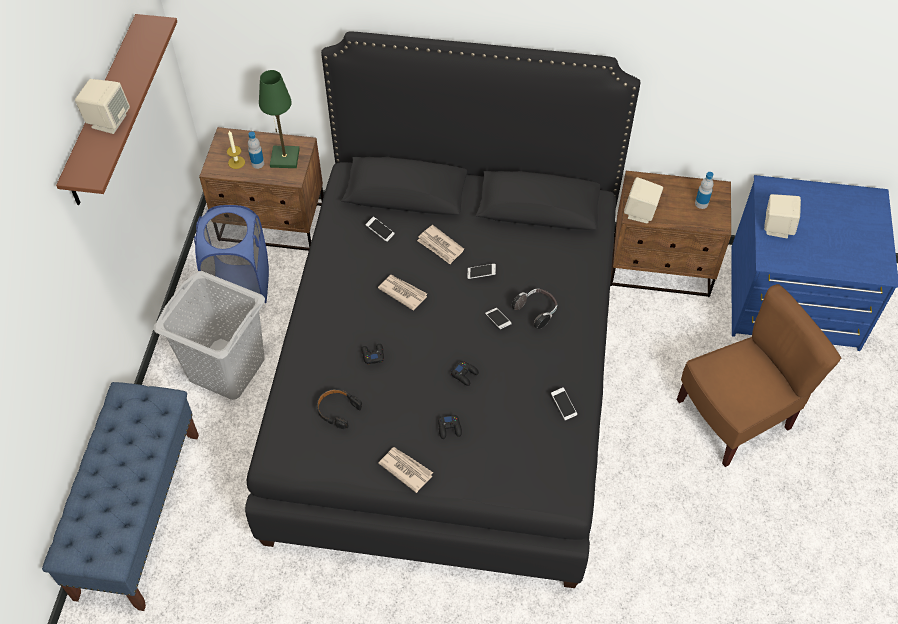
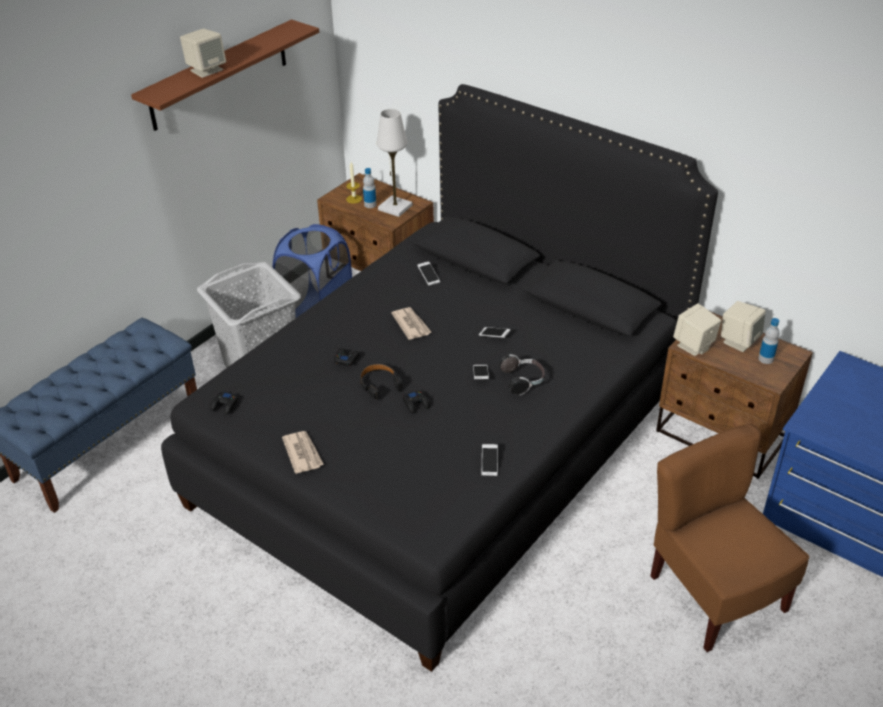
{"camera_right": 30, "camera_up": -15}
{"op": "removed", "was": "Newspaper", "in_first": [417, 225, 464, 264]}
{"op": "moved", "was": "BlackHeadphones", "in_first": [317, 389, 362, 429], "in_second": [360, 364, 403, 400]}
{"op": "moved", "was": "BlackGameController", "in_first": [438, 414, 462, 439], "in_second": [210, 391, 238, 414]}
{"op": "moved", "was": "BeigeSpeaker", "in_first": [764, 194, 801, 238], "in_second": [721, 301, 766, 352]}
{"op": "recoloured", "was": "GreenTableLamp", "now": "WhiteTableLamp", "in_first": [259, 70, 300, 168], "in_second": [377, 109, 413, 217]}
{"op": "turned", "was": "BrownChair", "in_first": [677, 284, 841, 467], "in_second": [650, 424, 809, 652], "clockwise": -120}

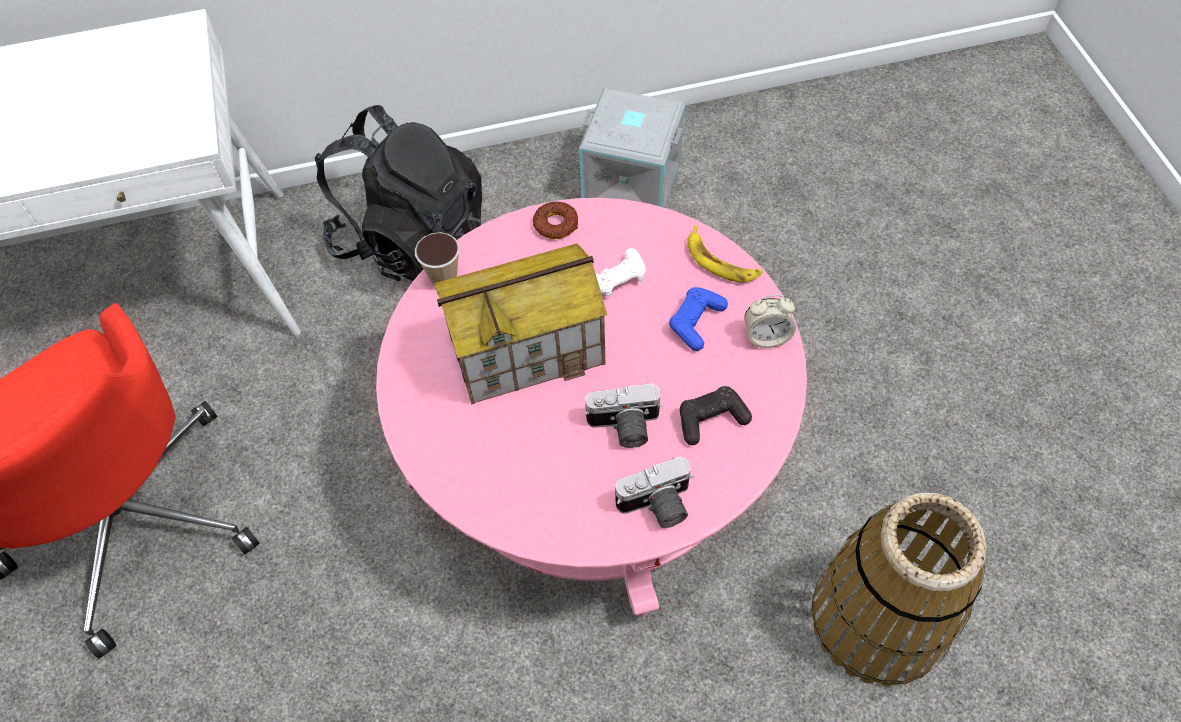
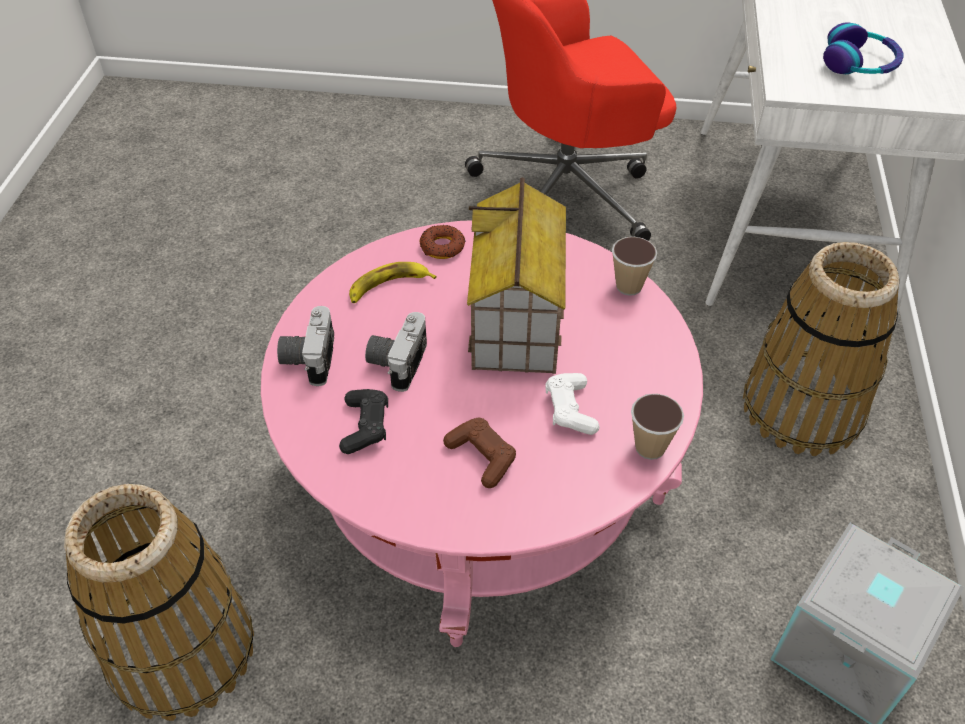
{"camera_right": 110, "camera_up": -10}
{"op": "removed", "was": "AlarmClock", "in_first": [744, 295, 796, 348]}
{"op": "added", "now": "Cup", "in_second": [631, 394, 684, 460]}
{"op": "added", "now": "Headphones", "in_second": [823, 22, 903, 74]}
{"op": "moved", "was": "Donut", "in_first": [533, 201, 578, 239], "in_second": [420, 225, 466, 259]}
{"op": "moved", "was": "Banana", "in_first": [687, 225, 763, 282], "in_second": [349, 262, 437, 303]}
{"op": "replaced", "was": "BlackBackpack", "now": "Basket", "in_first": [315, 105, 482, 281], "in_second": [743, 242, 900, 456]}
{"op": "recoloured", "was": "BlueGameController", "now": "BrownGameController", "in_first": [669, 287, 728, 351], "in_second": [443, 418, 516, 488]}

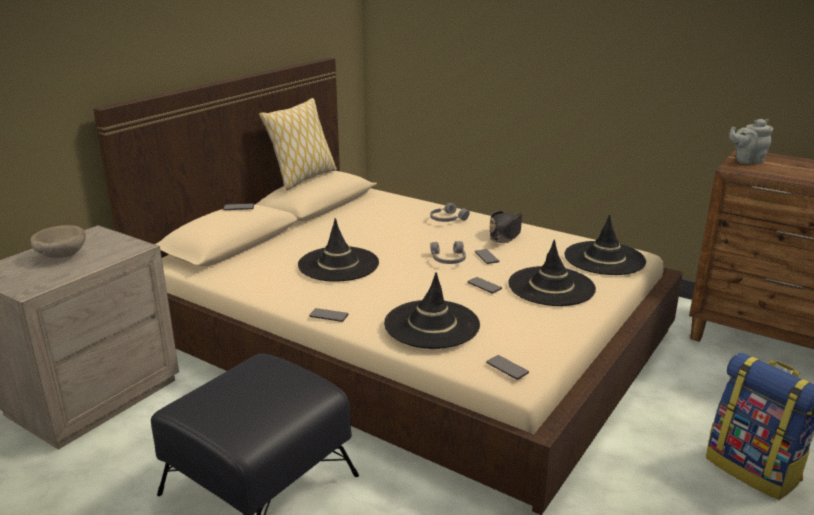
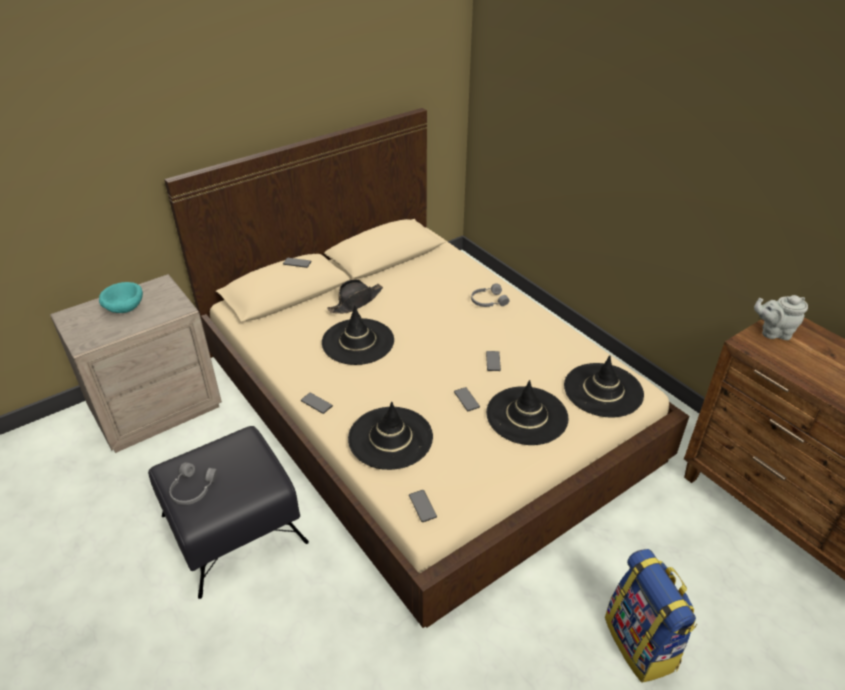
{"camera_right": 20, "camera_up": 15}
{"op": "removed", "was": "Pillow", "in_first": [259, 98, 337, 190]}
{"op": "moved", "was": "GreyHeadphones", "in_first": [430, 241, 466, 264], "in_second": [169, 462, 217, 505]}
{"op": "moved", "was": "BlackHat", "in_first": [489, 211, 523, 243], "in_second": [327, 279, 383, 314]}
{"op": "recoloured", "was": "BeigeBowl", "now": "TurquoiseBowl", "in_first": [30, 225, 86, 258], "in_second": [99, 282, 143, 313]}

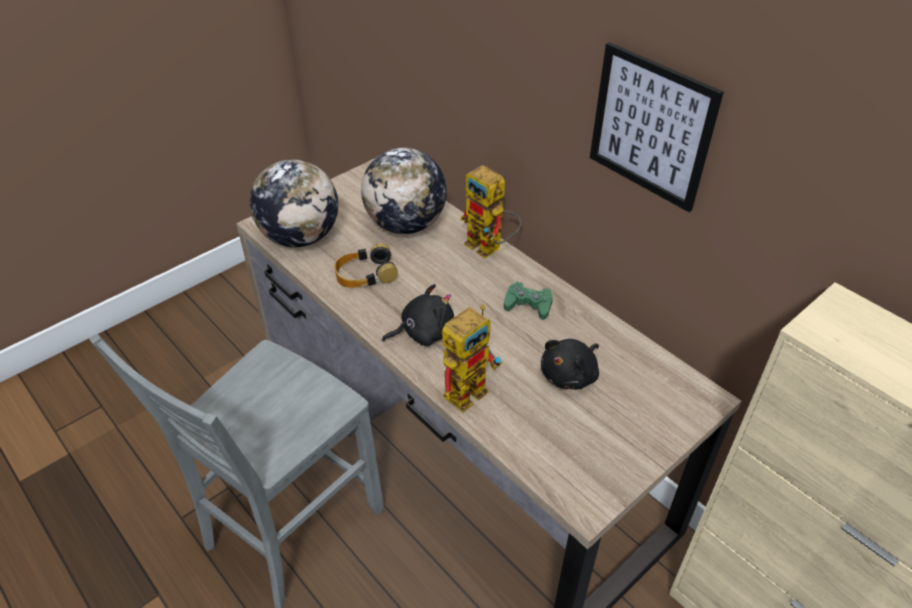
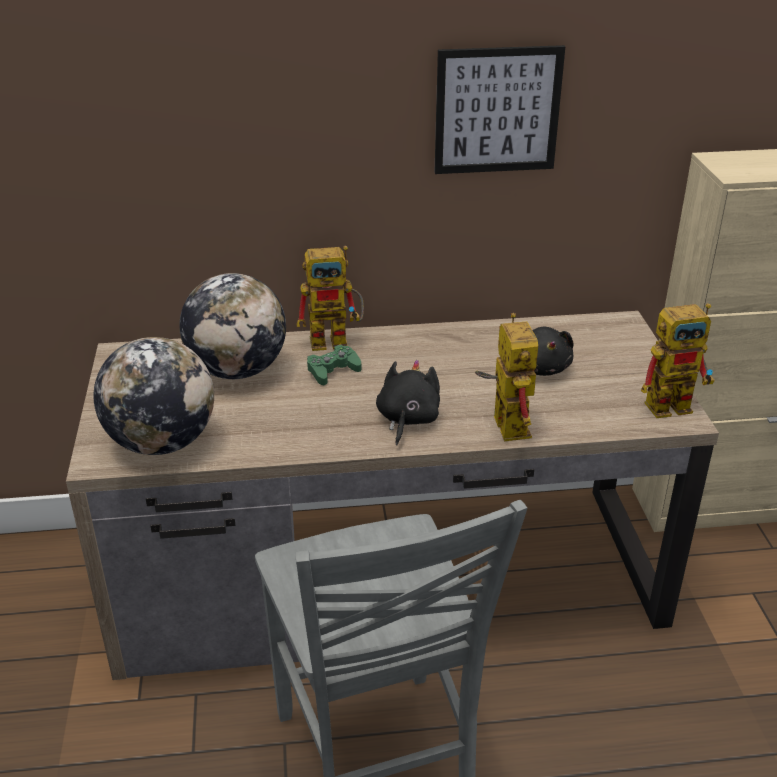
{"camera_right": -55, "camera_up": -10}
{"op": "removed", "was": "Headphones", "in_first": [334, 243, 398, 288]}
{"op": "added", "now": "ToyRobot", "in_second": [641, 303, 715, 418]}
{"op": "moved", "was": "GreenGameController", "in_first": [504, 282, 553, 320], "in_second": [307, 345, 361, 385]}

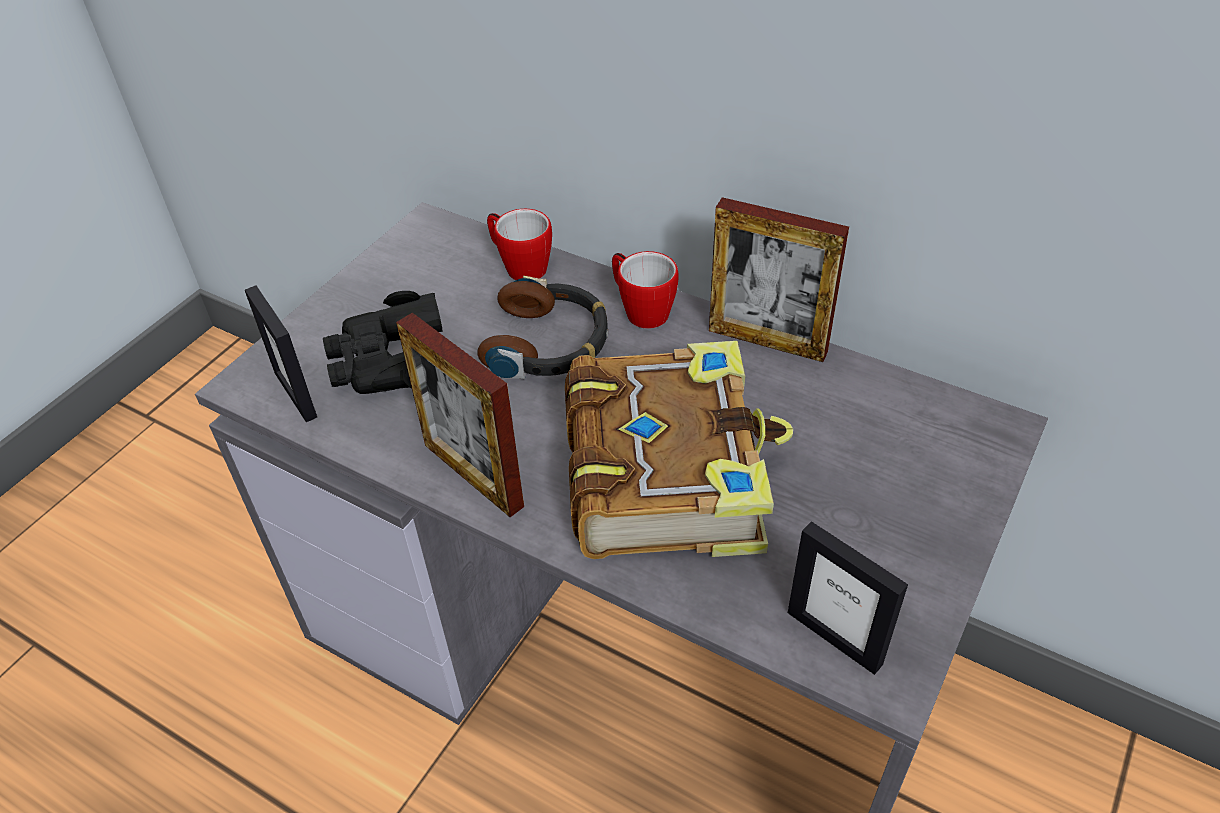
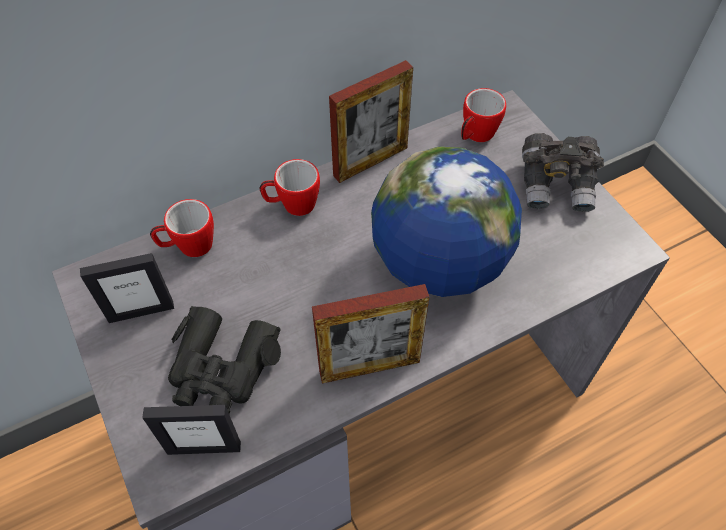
{"camera_right": -60, "camera_up": 10}
{"op": "removed", "was": "Headphones", "in_first": [477, 276, 608, 380]}
{"op": "added", "now": "Mug", "in_second": [461, 88, 506, 142]}
{"op": "added", "now": "GreyBinoculars", "in_second": [522, 133, 604, 212]}
{"op": "moved", "was": "PictureFrame", "in_first": [788, 521, 908, 675], "in_second": [80, 253, 174, 323]}
{"op": "replaced", "was": "Book", "now": "Globe", "in_first": [565, 341, 793, 559], "in_second": [371, 146, 522, 297]}

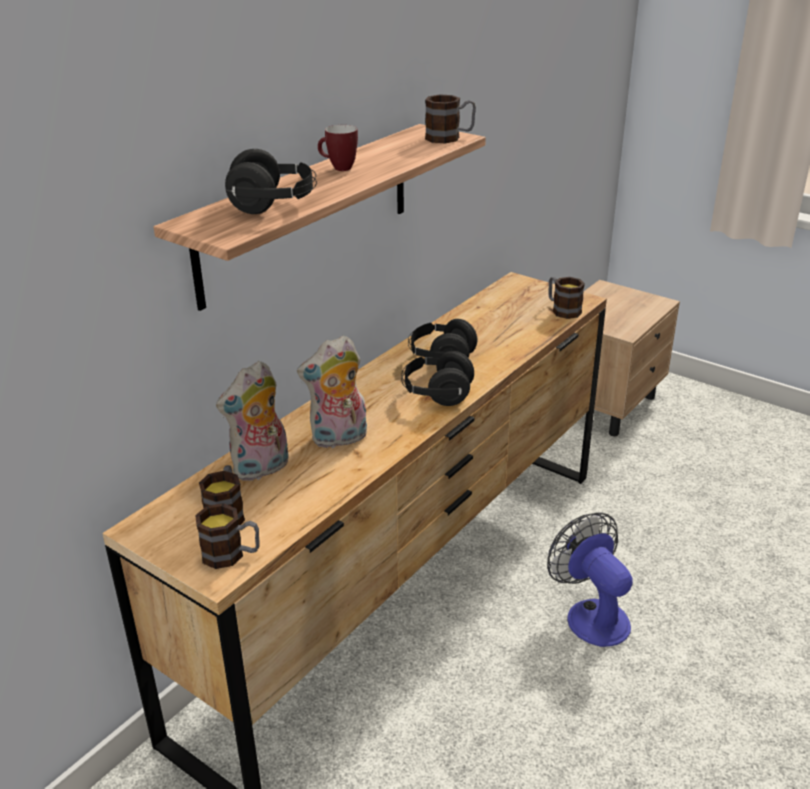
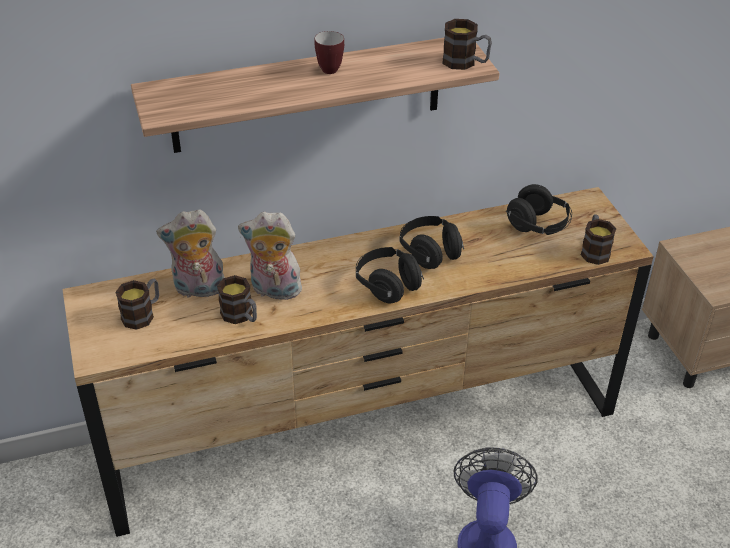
{"camera_right": 35, "camera_up": 10}
{"op": "moved", "was": "Mug", "in_first": [195, 503, 260, 569], "in_second": [217, 275, 257, 324]}
{"op": "moved", "was": "BlackHeadphones", "in_first": [225, 149, 317, 214], "in_second": [506, 184, 572, 235]}

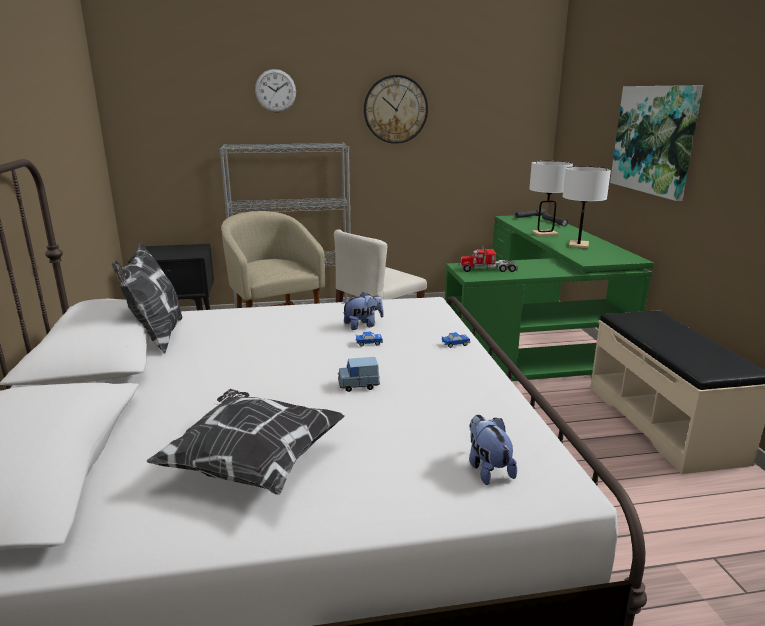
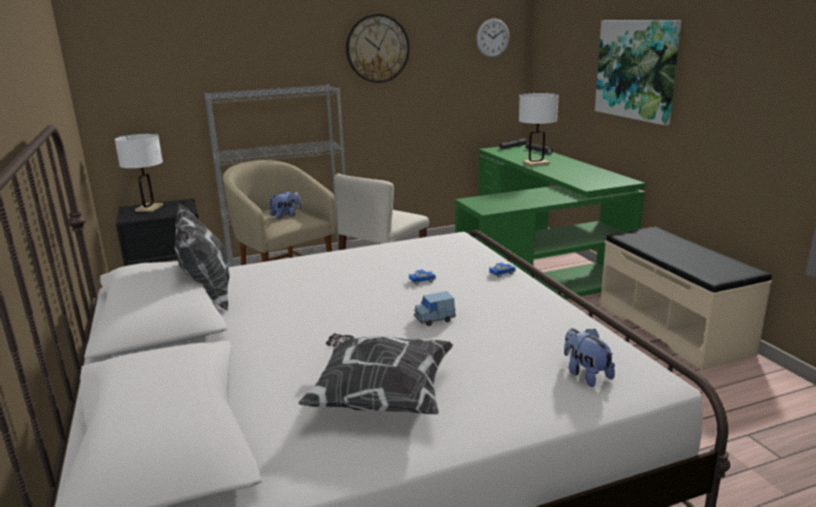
{"camera_right": -10, "camera_up": 0}
{"op": "removed", "was": "ToyTruck", "in_first": [460, 246, 518, 272]}
{"op": "moved", "was": "WallClock", "in_first": [255, 69, 296, 112], "in_second": [476, 18, 510, 57]}
{"op": "moved", "was": "PlushToy", "in_first": [342, 292, 384, 330], "in_second": [269, 190, 302, 219]}
{"op": "moved", "was": "WhiteTableLamp", "in_first": [562, 166, 611, 249], "in_second": [114, 133, 163, 212]}

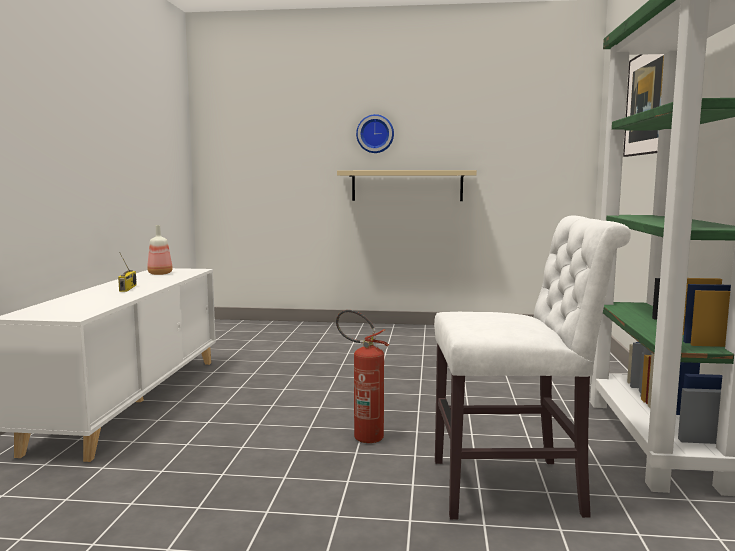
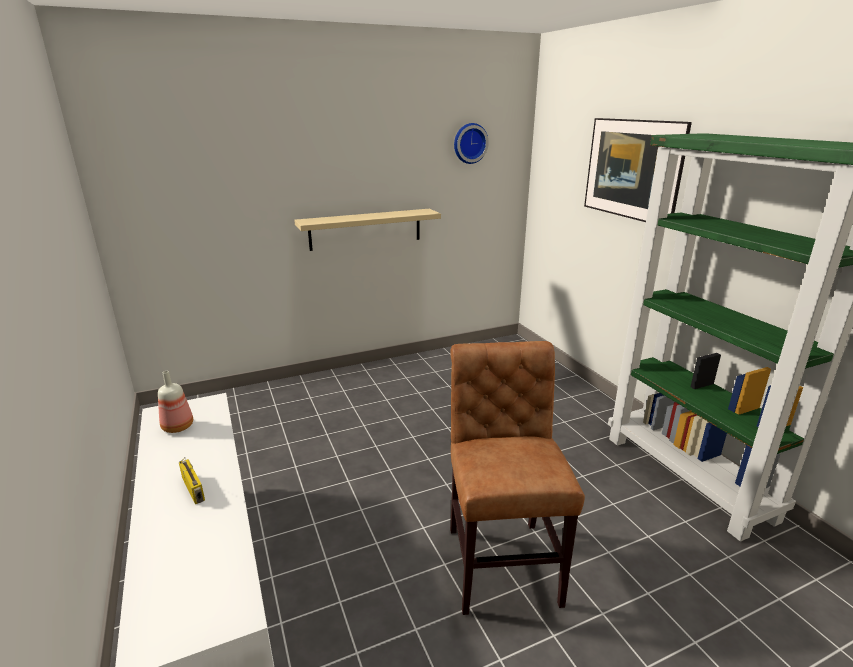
{"camera_right": -30, "camera_up": 15}
{"op": "removed", "was": "WhiteChair", "in_first": [434, 215, 631, 520]}
{"op": "moved", "was": "WallClock", "in_first": [356, 114, 394, 153], "in_second": [454, 123, 489, 164]}
{"op": "replaced", "was": "FireExtinguisher", "now": "BrownChair", "in_first": [336, 310, 389, 443], "in_second": [450, 341, 585, 615]}

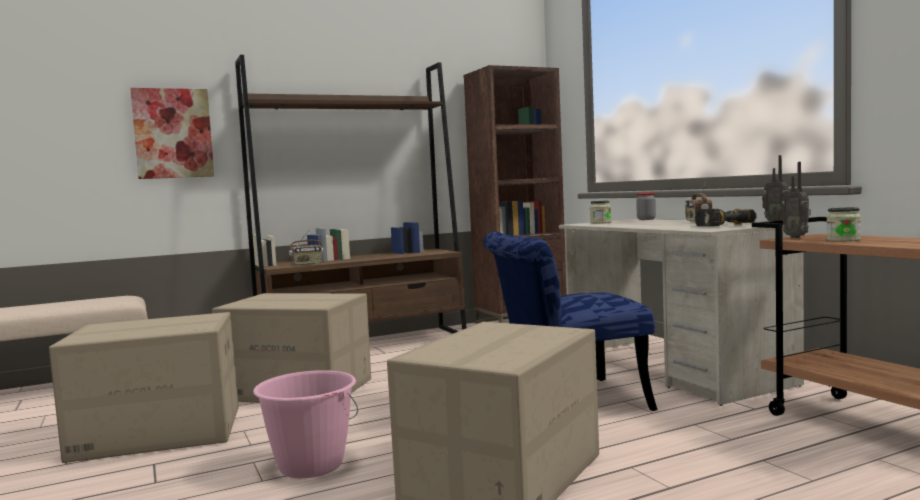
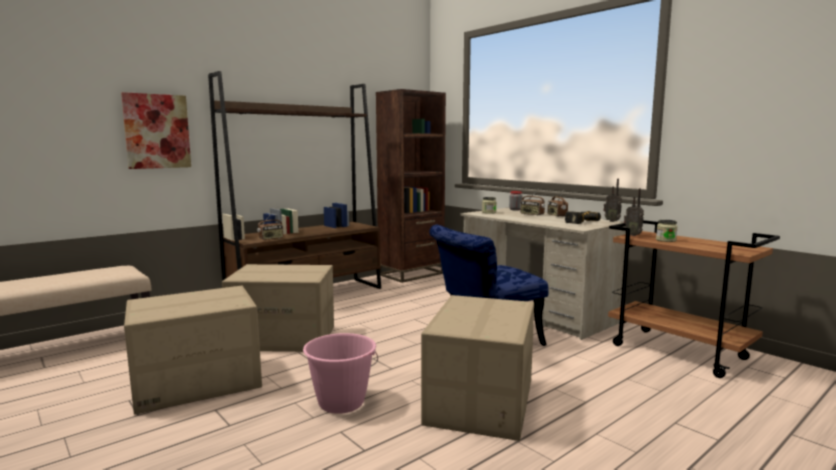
{"camera_right": -15, "camera_up": 5}
{"op": "added", "now": "Radio", "in_second": [520, 189, 545, 216]}

